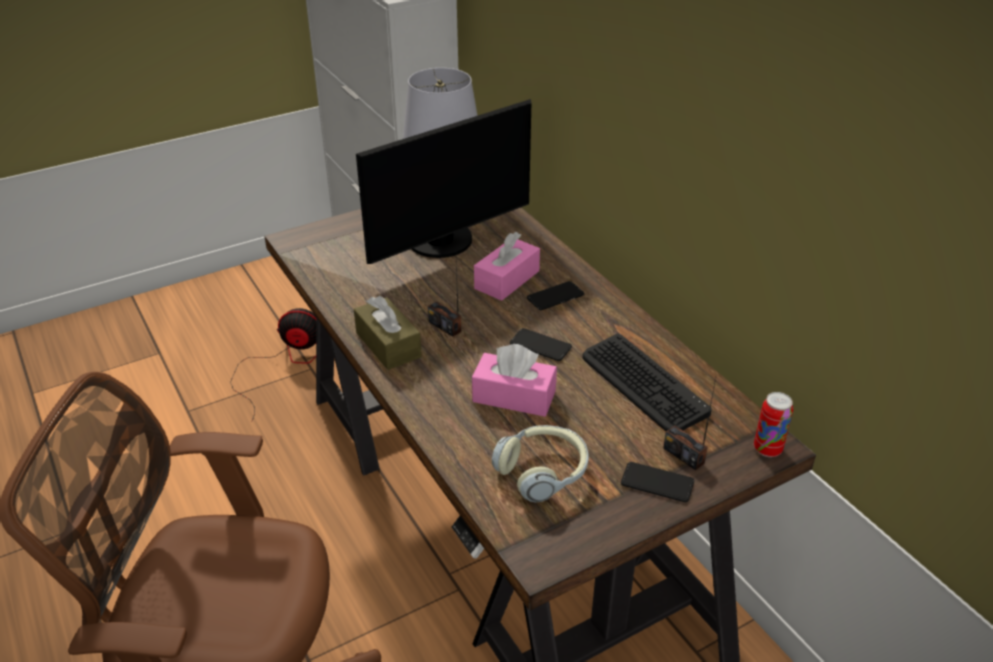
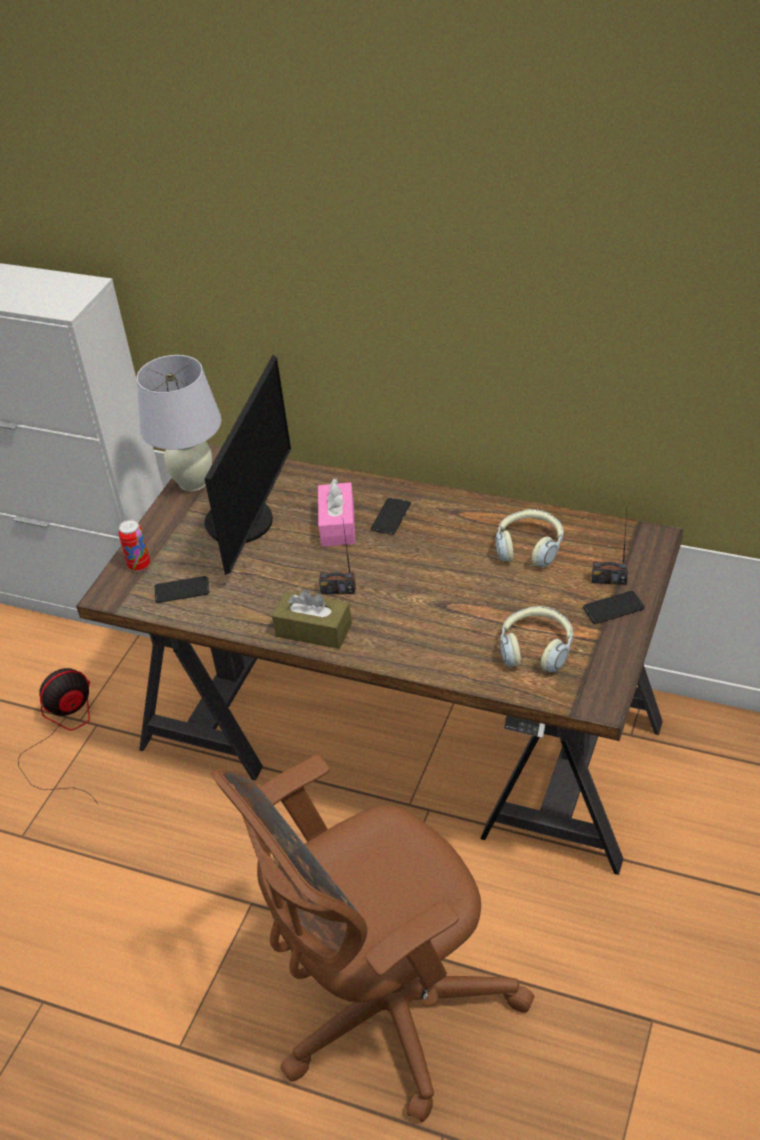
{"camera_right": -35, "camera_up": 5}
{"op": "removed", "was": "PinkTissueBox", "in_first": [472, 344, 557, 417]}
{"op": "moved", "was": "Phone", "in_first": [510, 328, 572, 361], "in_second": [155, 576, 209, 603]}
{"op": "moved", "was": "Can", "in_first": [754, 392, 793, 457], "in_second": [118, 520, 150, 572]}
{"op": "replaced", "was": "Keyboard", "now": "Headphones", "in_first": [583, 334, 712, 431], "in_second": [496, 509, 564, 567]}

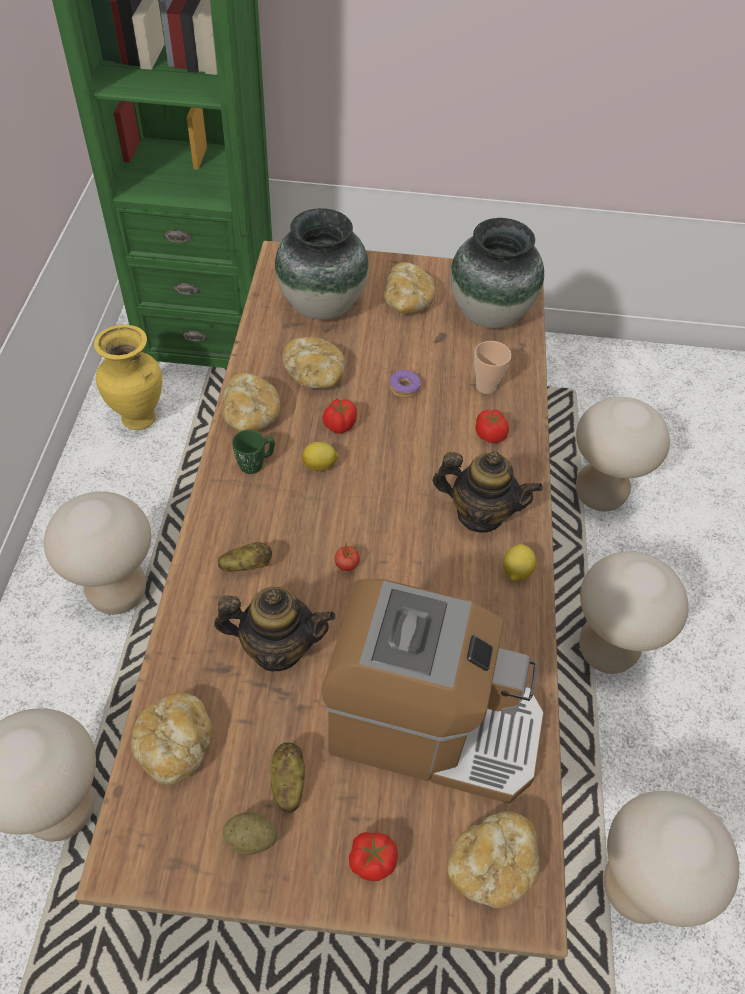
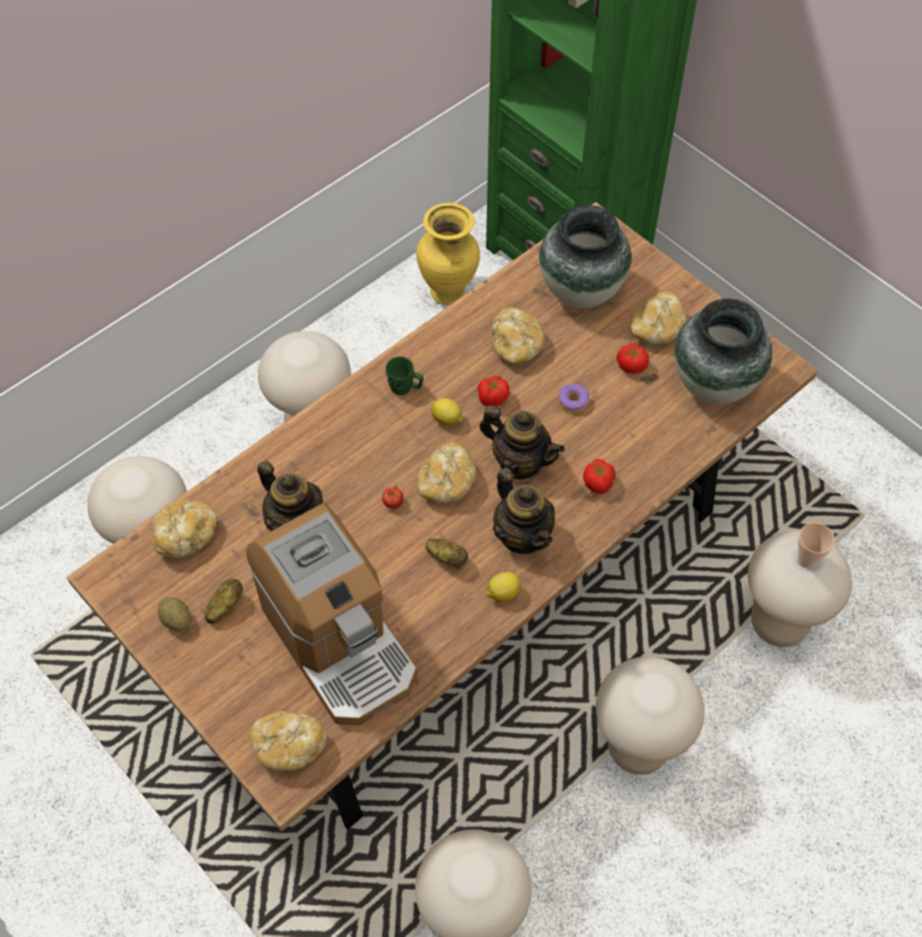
{"camera_right": 45, "camera_up": 5}
{"op": "added", "now": "Teapot", "in_second": [479, 405, 565, 479]}
{"op": "moved", "was": "Potato", "in_first": [218, 542, 272, 572], "in_second": [426, 538, 468, 569]}
{"op": "moved", "was": "Bread", "in_first": [222, 373, 280, 431], "in_second": [417, 442, 477, 503]}
{"op": "moved", "was": "Tomato", "in_first": [349, 832, 398, 881], "in_second": [616, 343, 649, 374]}
{"op": "moved", "was": "Cup", "in_first": [474, 341, 511, 394], "in_second": [797, 523, 835, 568]}

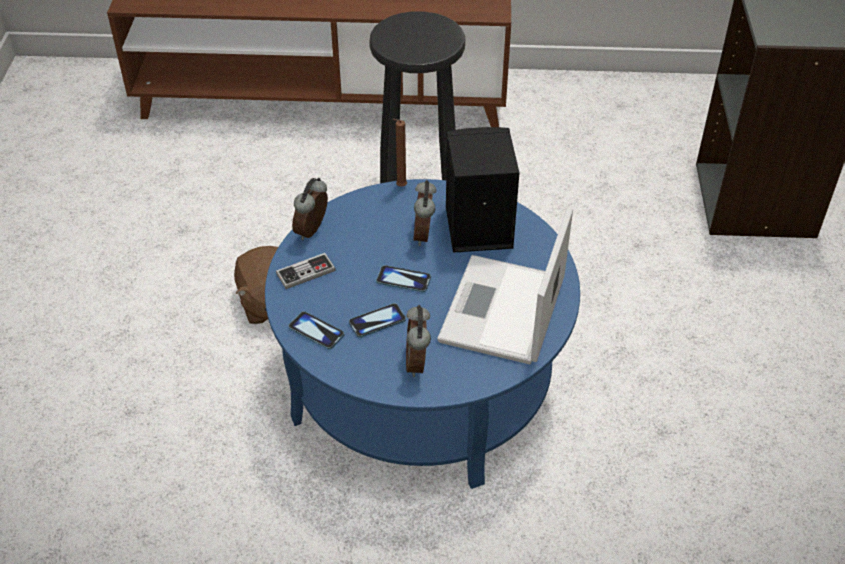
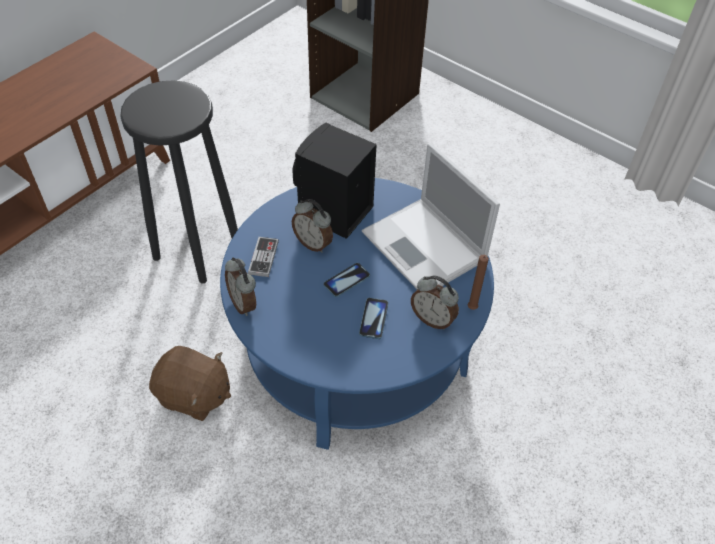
{"camera_right": -55, "camera_up": 5}
{"op": "removed", "was": "Phone", "in_first": [288, 311, 344, 349]}
{"op": "moved", "was": "GameController", "in_first": [276, 253, 336, 289], "in_second": [248, 237, 279, 277]}
{"op": "moved", "was": "BrownCandle", "in_first": [392, 118, 407, 187], "in_second": [468, 255, 489, 310]}

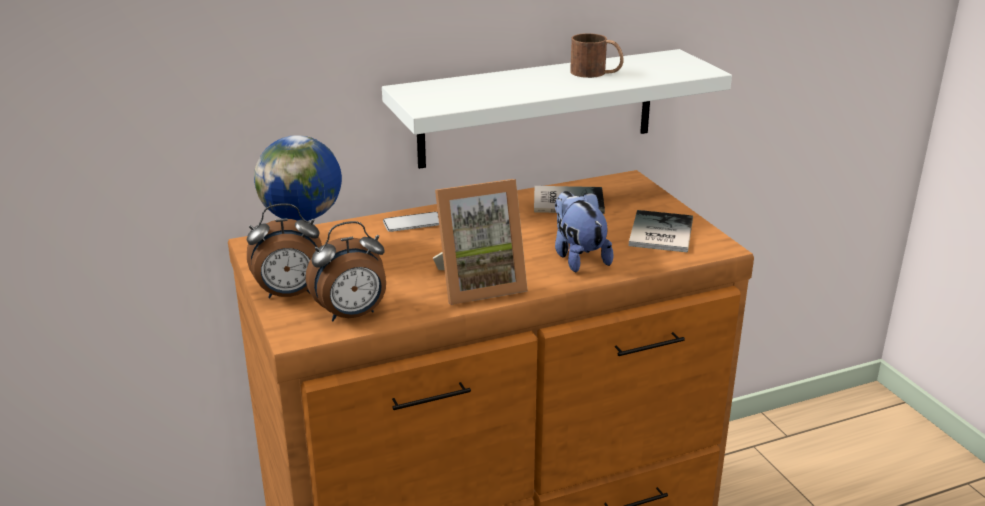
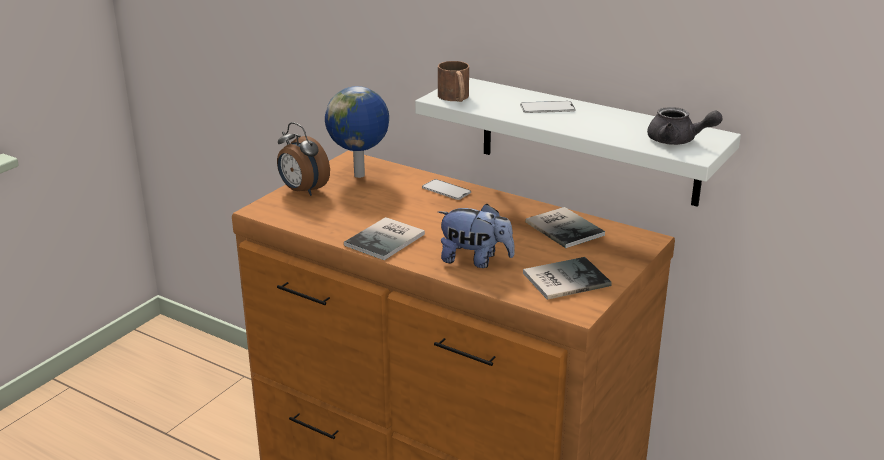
{"camera_right": 55, "camera_up": 0}
{"op": "removed", "was": "AlarmClock", "in_first": [306, 221, 386, 321]}
{"op": "added", "now": "Phone", "in_second": [520, 101, 575, 113]}
{"op": "added", "now": "GreyTeapot", "in_second": [647, 107, 723, 145]}
{"op": "moved", "was": "BrownMug", "in_first": [570, 33, 624, 78], "in_second": [438, 61, 469, 102]}
{"op": "replaced", "was": "PictureFrame", "now": "Book", "in_first": [433, 179, 528, 305], "in_second": [344, 217, 425, 260]}
{"op": "turned", "was": "PlushToy", "in_first": [555, 191, 613, 272], "in_second": [438, 204, 515, 268], "clockwise": 75}

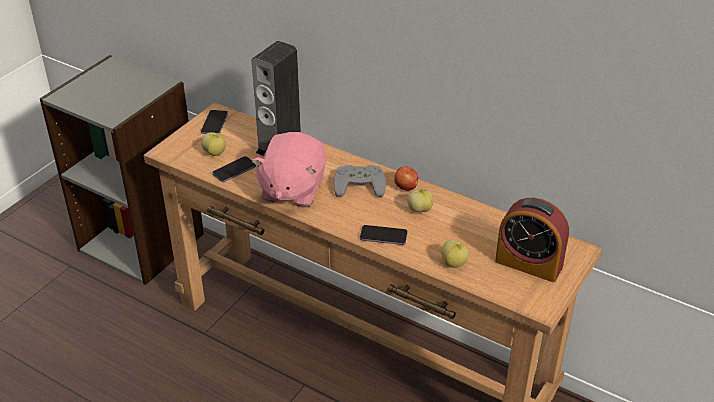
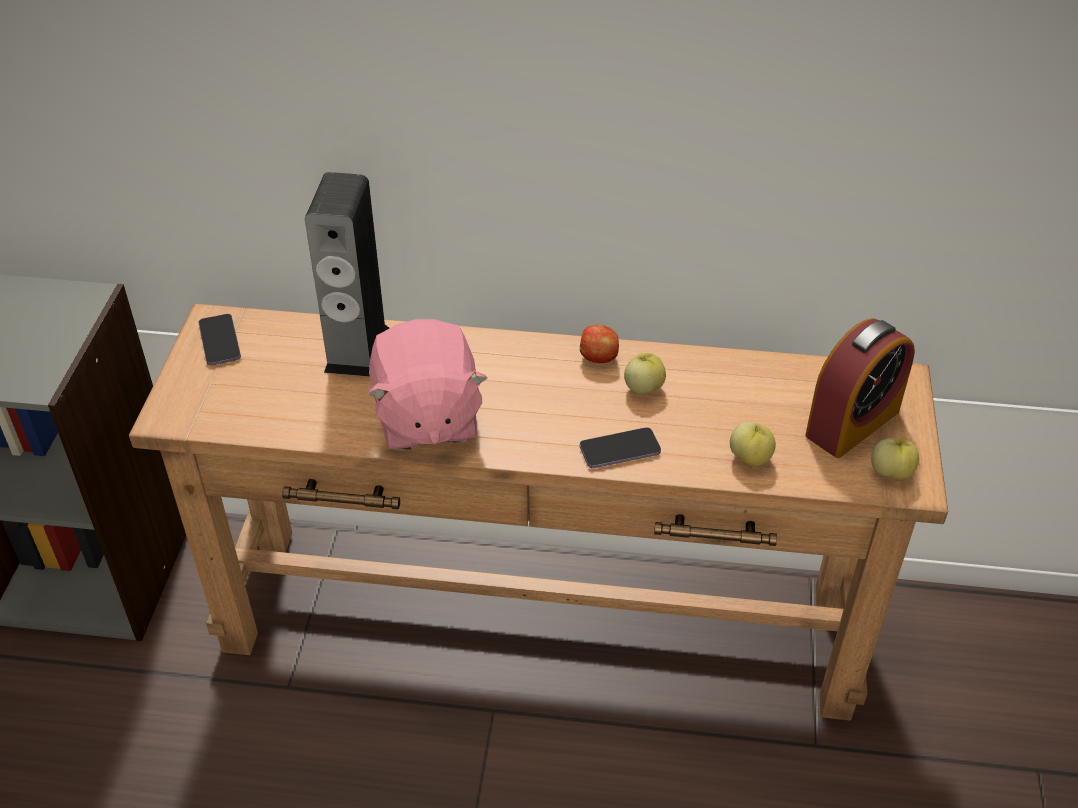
{"camera_right": -25, "camera_up": 5}
{"op": "removed", "was": "Phone", "in_first": [212, 156, 256, 182]}
{"op": "removed", "was": "GreyGameController", "in_first": [334, 165, 386, 197]}
{"op": "moved", "was": "Apple", "in_first": [202, 132, 226, 156], "in_second": [871, 437, 919, 481]}
{"op": "turned", "was": "AlarmClock", "in_first": [495, 198, 569, 282], "in_second": [805, 318, 915, 458], "clockwise": -45}

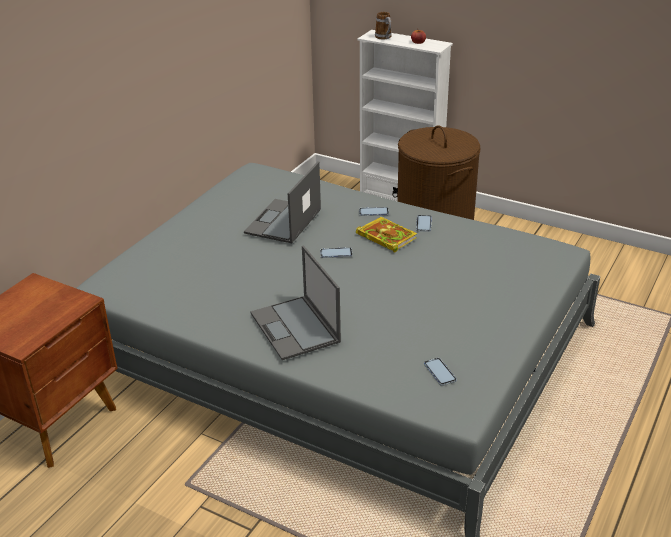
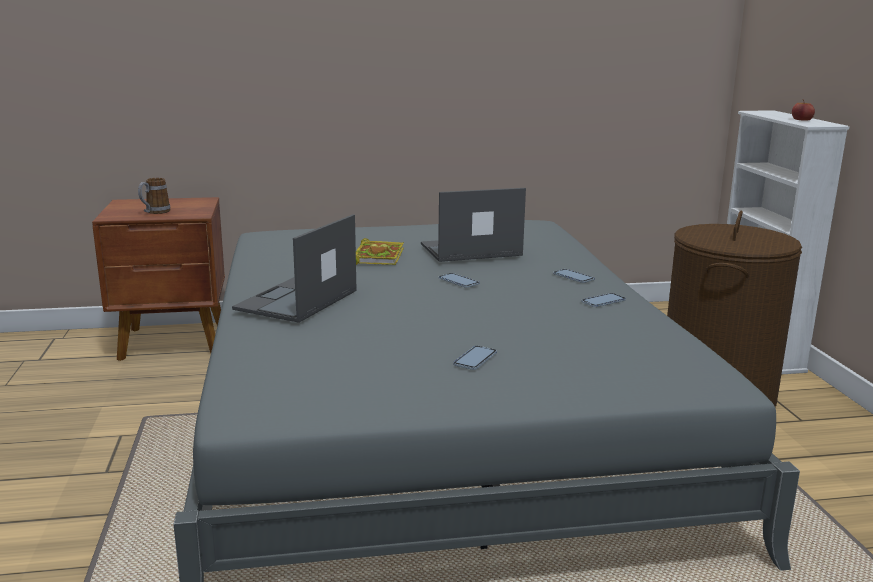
{"camera_right": 50, "camera_up": -15}
{"op": "moved", "was": "Book", "in_first": [356, 217, 417, 253], "in_second": [356, 238, 404, 265]}
{"op": "moved", "was": "Mug", "in_first": [375, 12, 392, 39], "in_second": [138, 178, 171, 214]}
{"op": "moved", "was": "Phone", "in_first": [424, 358, 457, 386], "in_second": [453, 346, 497, 370]}

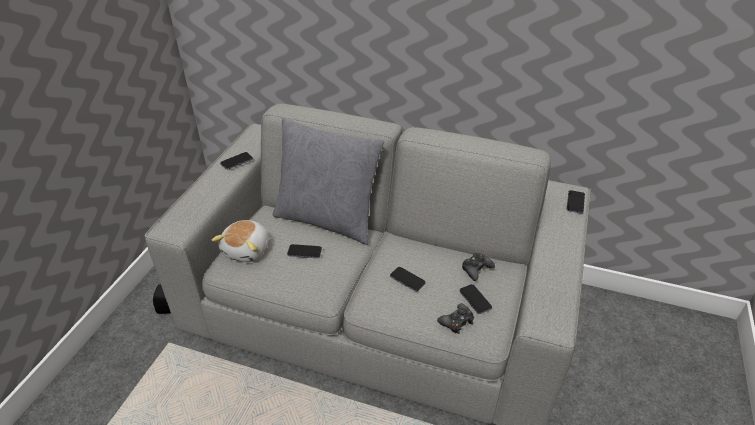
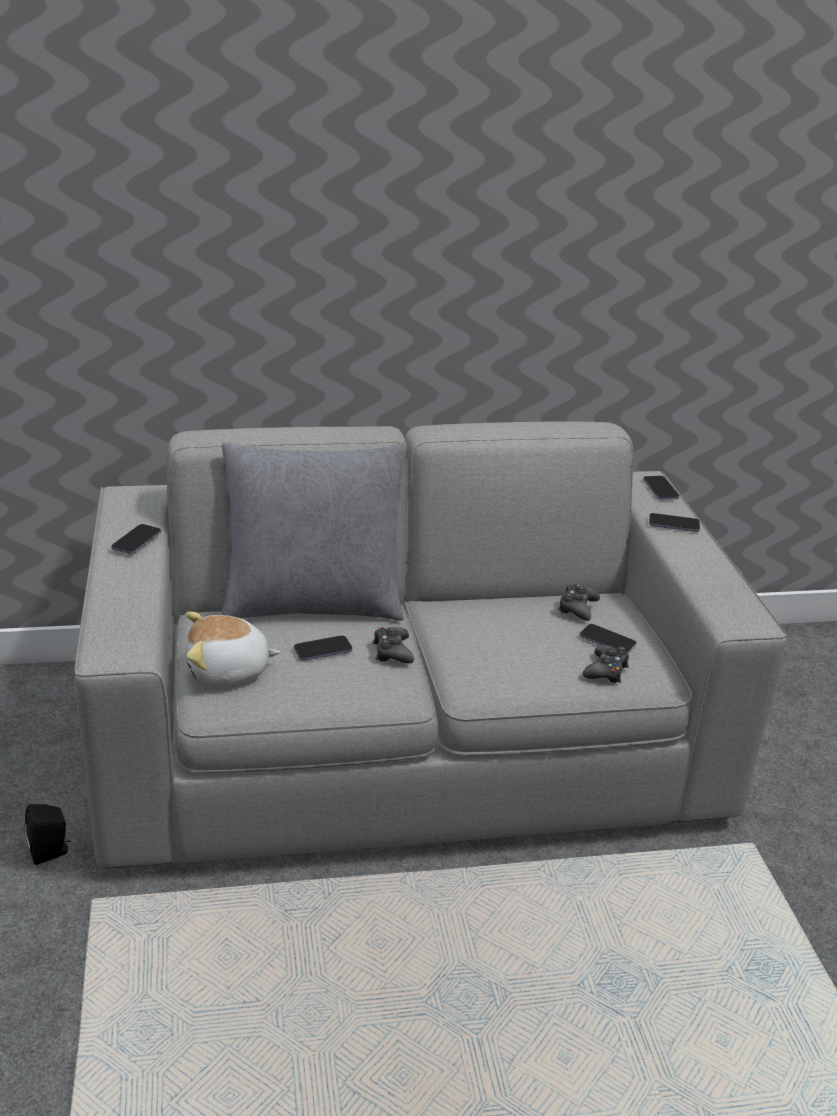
{"camera_right": -30, "camera_up": -10}
{"op": "added", "now": "BlackGameController", "in_second": [373, 627, 414, 663]}
{"op": "moved", "was": "Phone", "in_first": [390, 267, 426, 292], "in_second": [649, 513, 700, 532]}
{"op": "turned", "was": "PlushToy", "in_first": [212, 220, 269, 262], "in_second": [185, 612, 281, 686], "clockwise": 90}

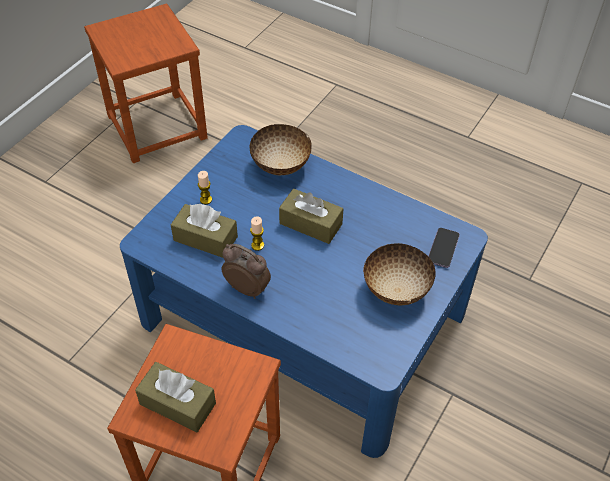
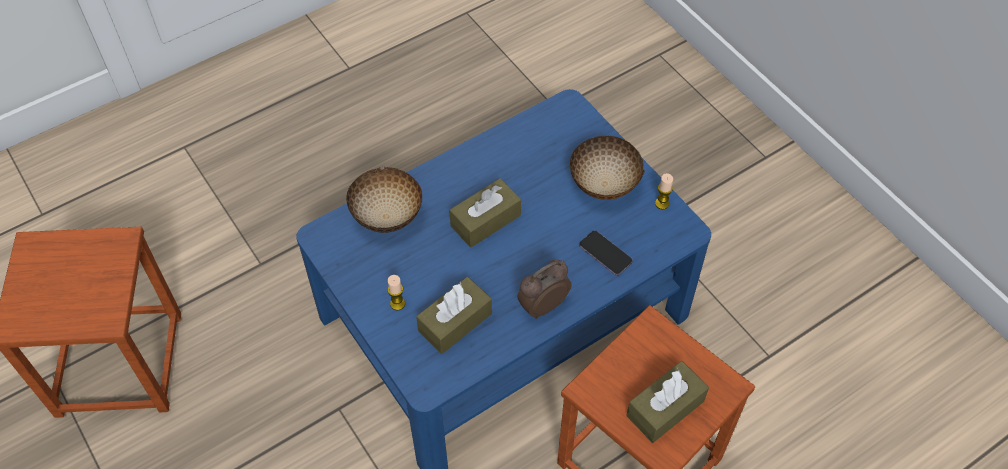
{"camera_right": -65, "camera_up": 5}
{"op": "moved", "was": "Candle", "in_first": [250, 216, 264, 251], "in_second": [655, 173, 673, 209]}
{"op": "moved", "was": "Phone", "in_first": [428, 228, 460, 268], "in_second": [579, 230, 633, 276]}

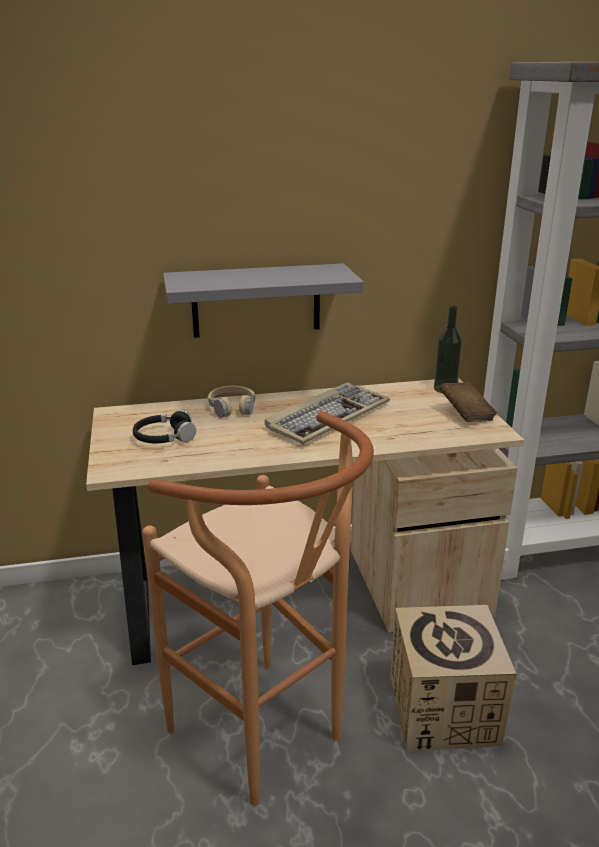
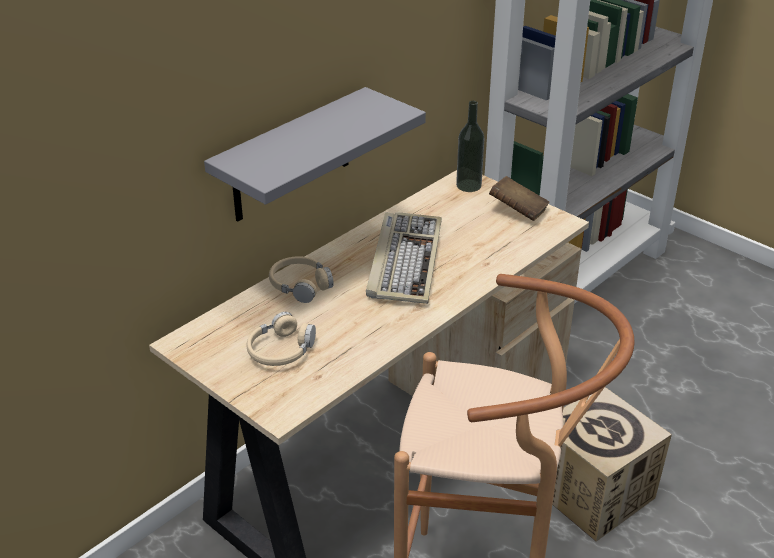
{"camera_right": -35, "camera_up": 10}
{"op": "recoloured", "was": "BlackHeadphones", "now": "BeigeHeadphones", "in_first": [133, 410, 196, 443], "in_second": [246, 312, 316, 366]}

